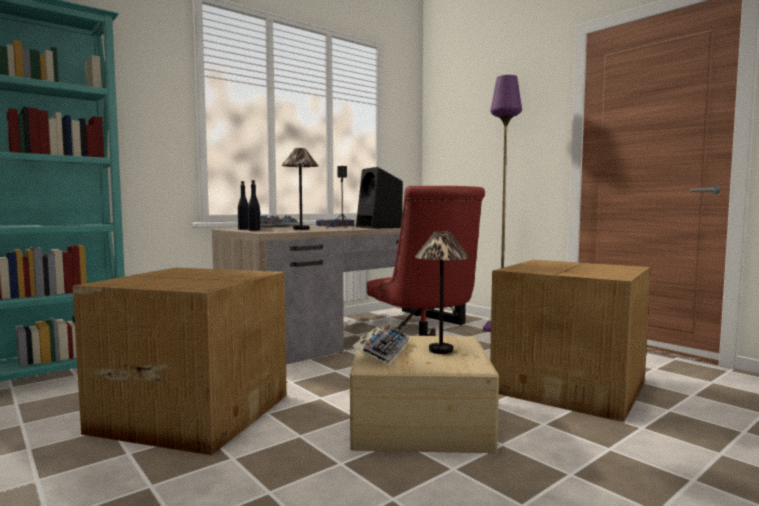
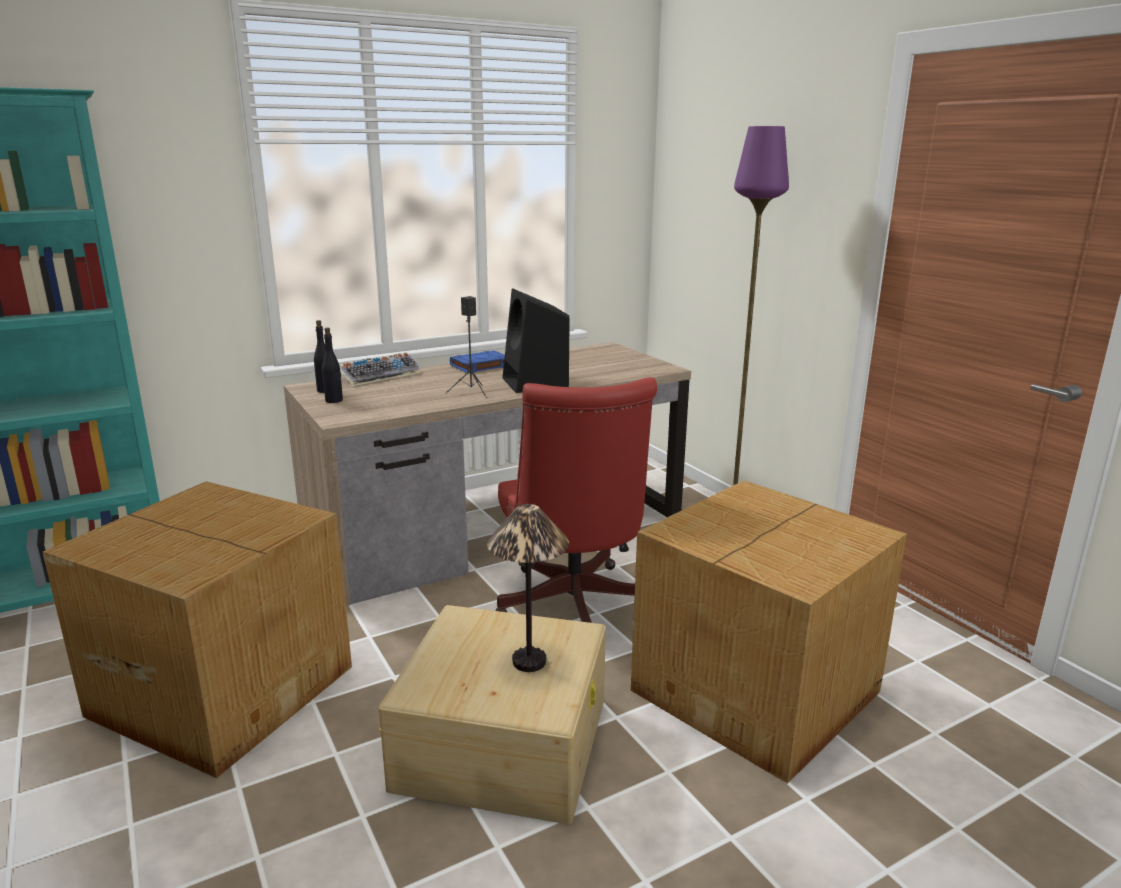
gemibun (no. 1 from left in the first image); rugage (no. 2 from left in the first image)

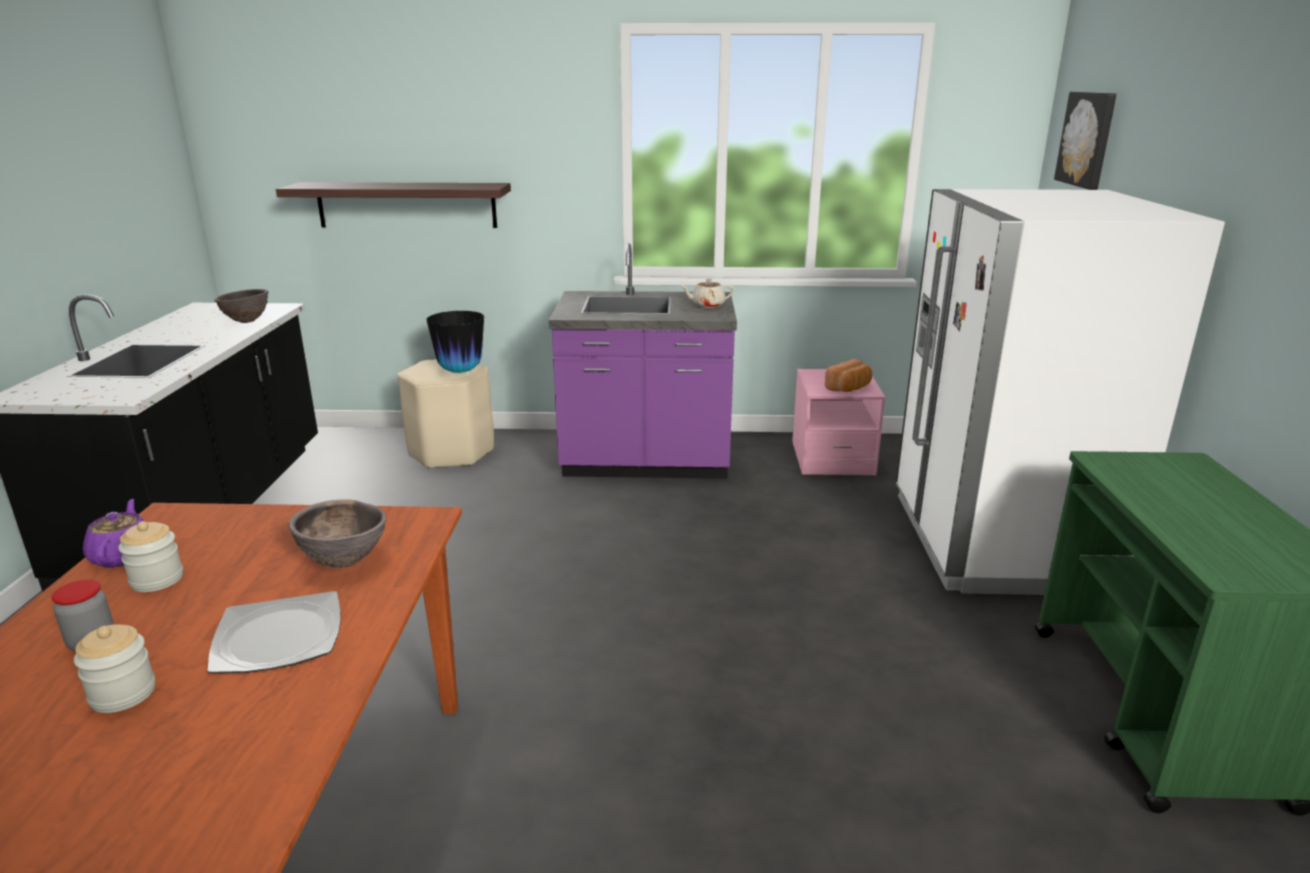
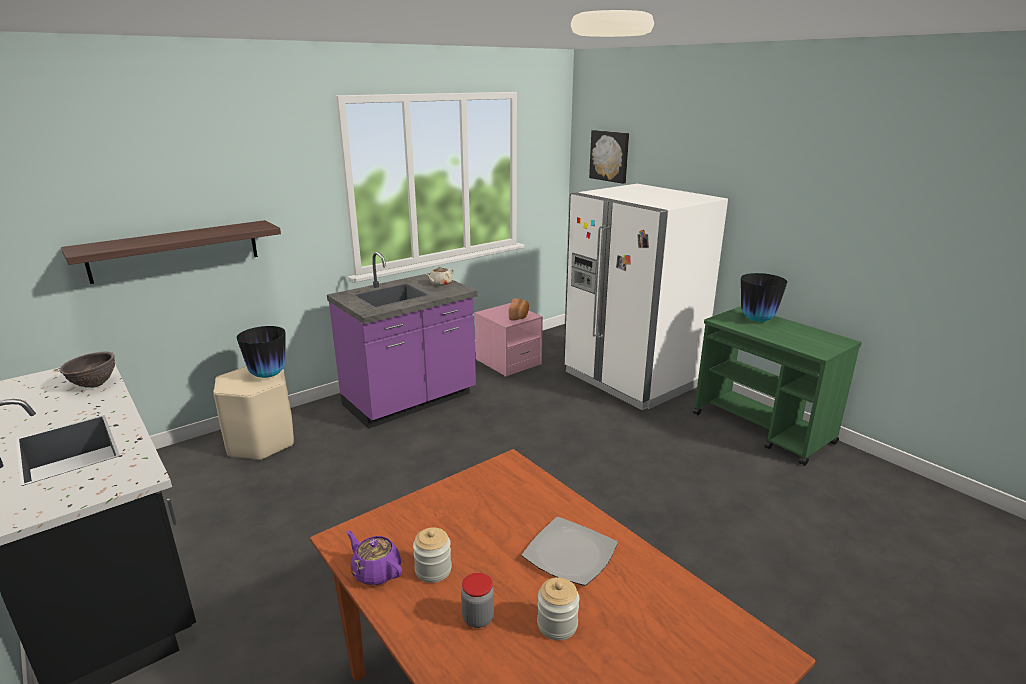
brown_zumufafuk (no. 2 from left in the first image); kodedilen (no. 2 from left)

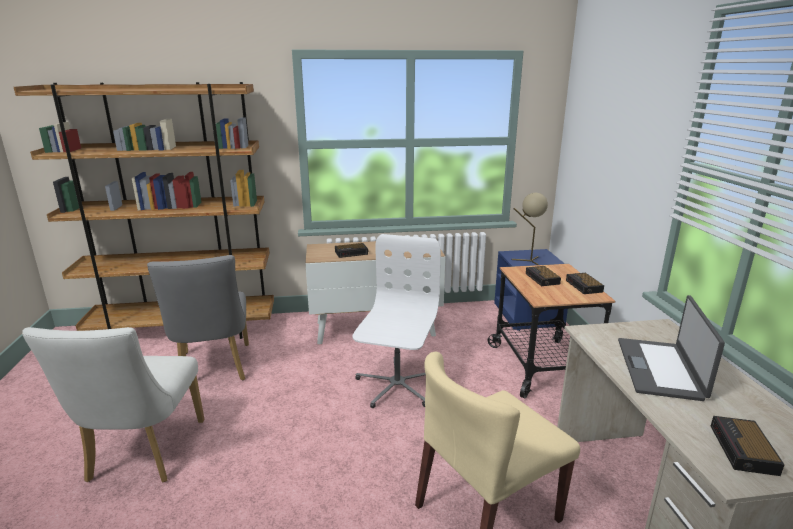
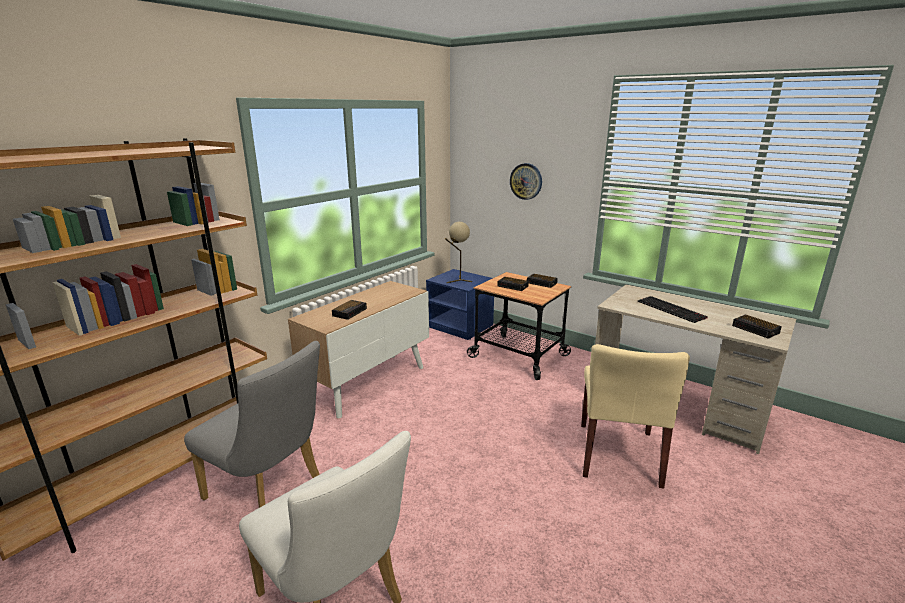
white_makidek; rugage; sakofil

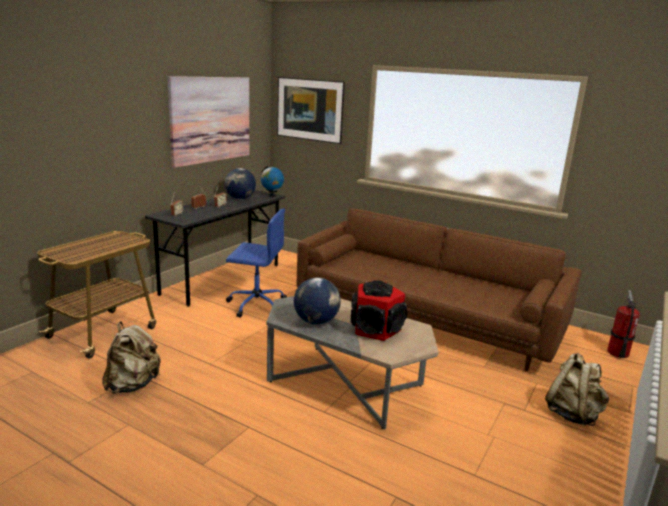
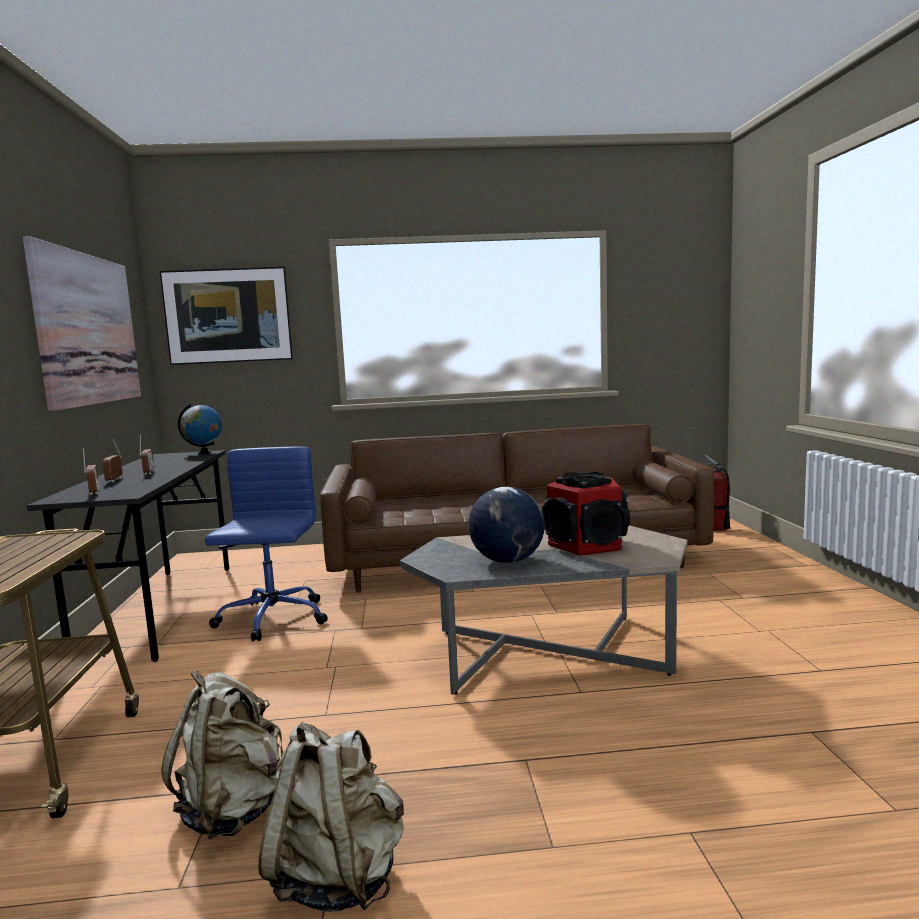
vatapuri (no. 1 from left in the first image); blue_makidek; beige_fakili (no. 2 from left)

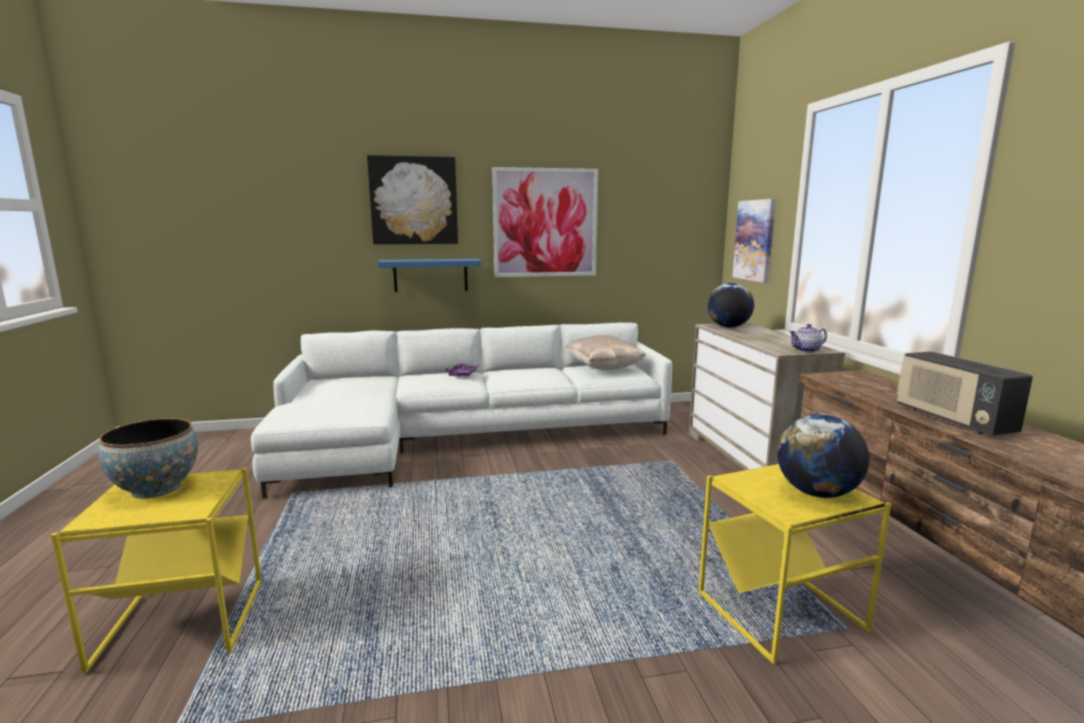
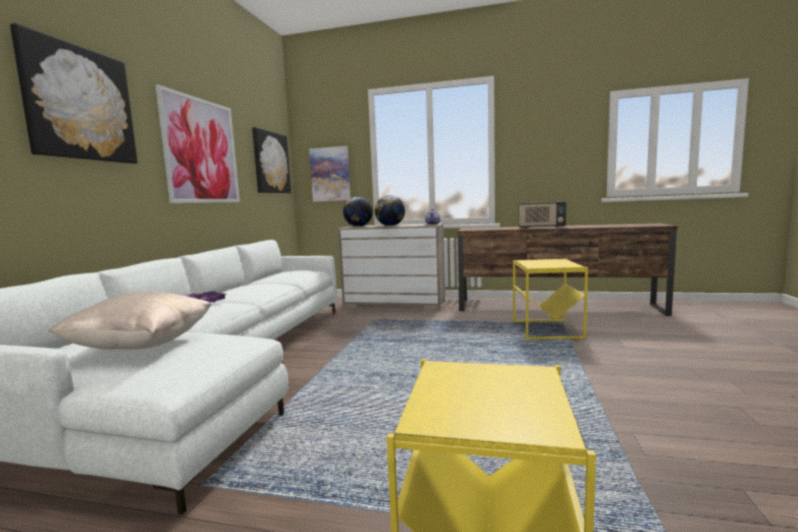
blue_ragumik; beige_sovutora; vatapuri (no. 2 from left); zumufafuk; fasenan (no. 3 from left)

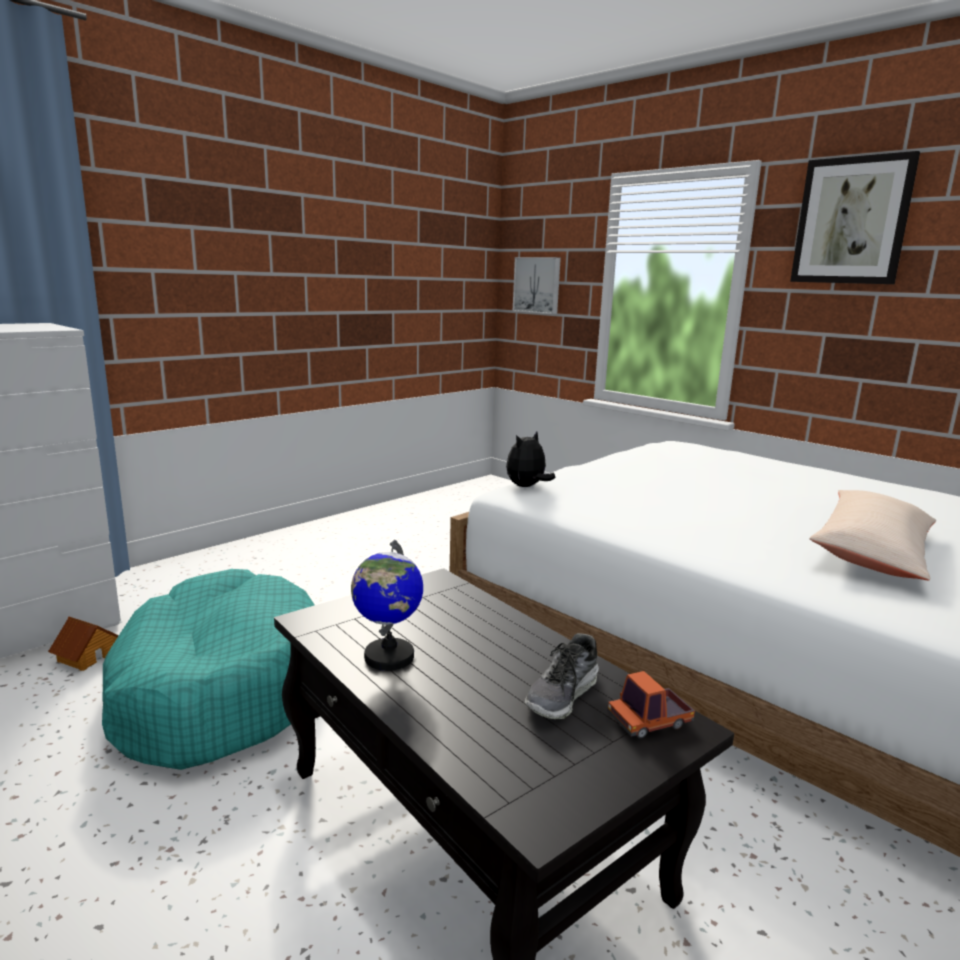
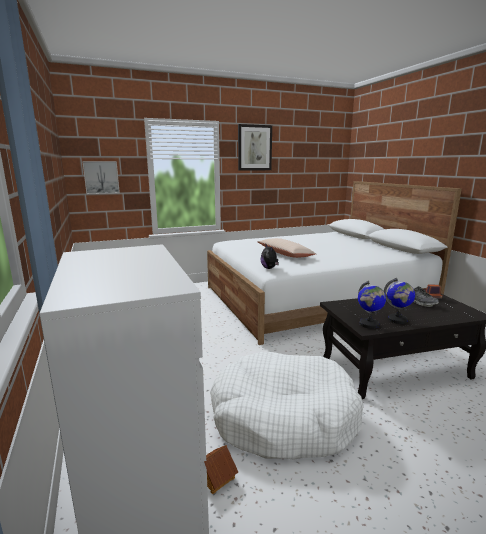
beige_sovutora; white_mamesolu; vatapuri (no. 1 from left)

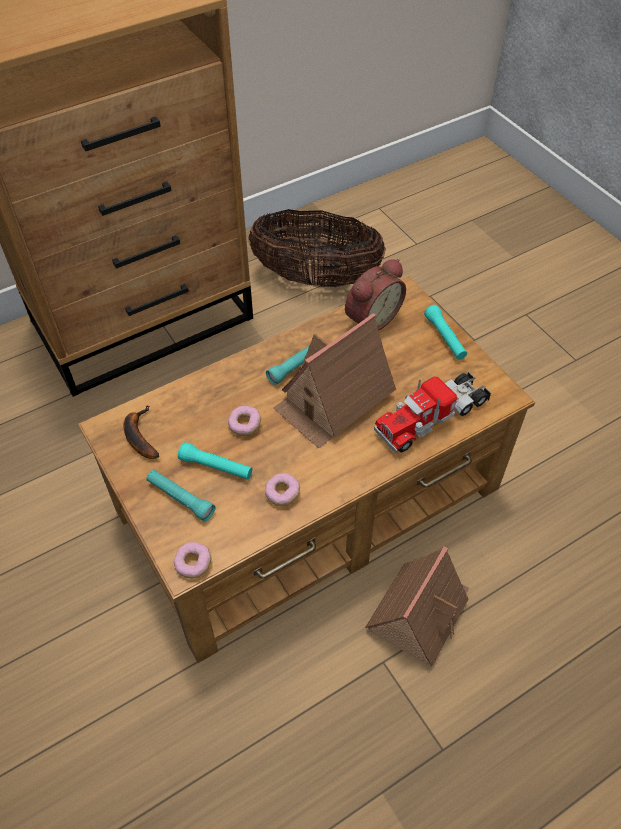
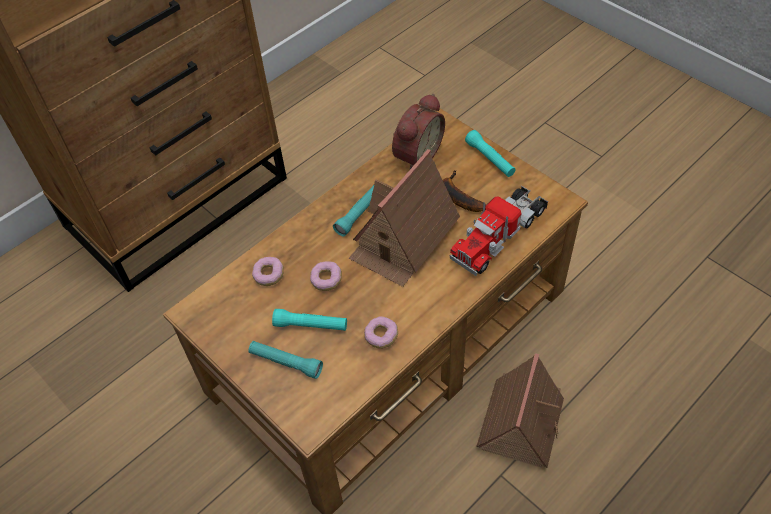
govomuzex; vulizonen; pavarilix (no. 1 from left)

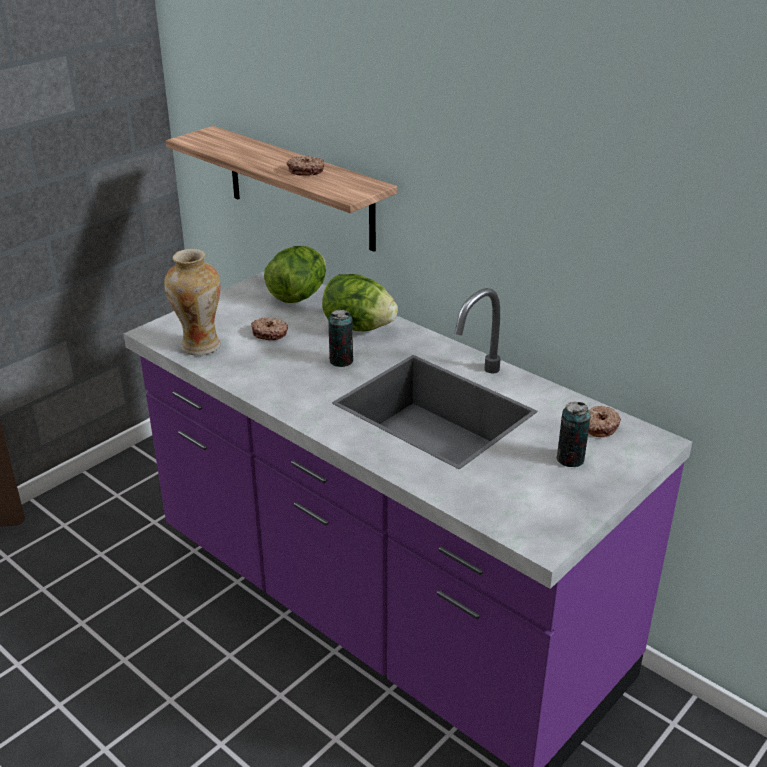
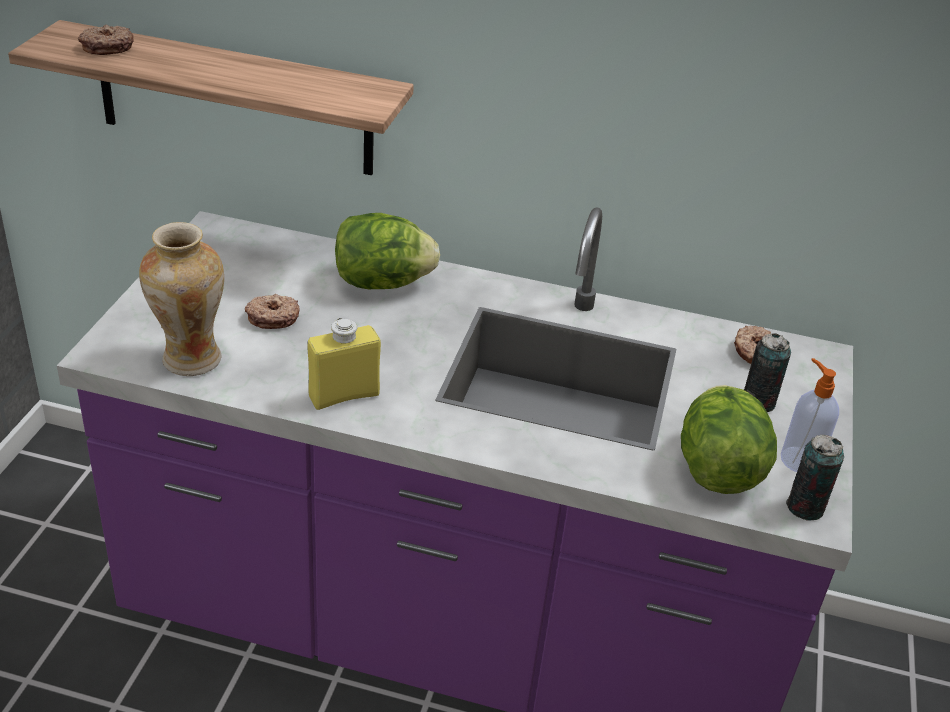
pavarilix (no. 1 from left); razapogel (no. 2 from left); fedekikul (no. 2 from left); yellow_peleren; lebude

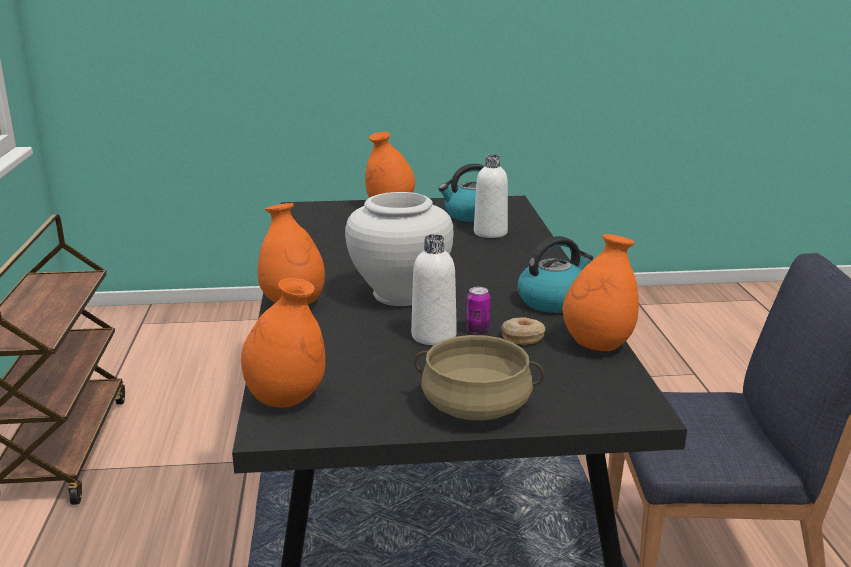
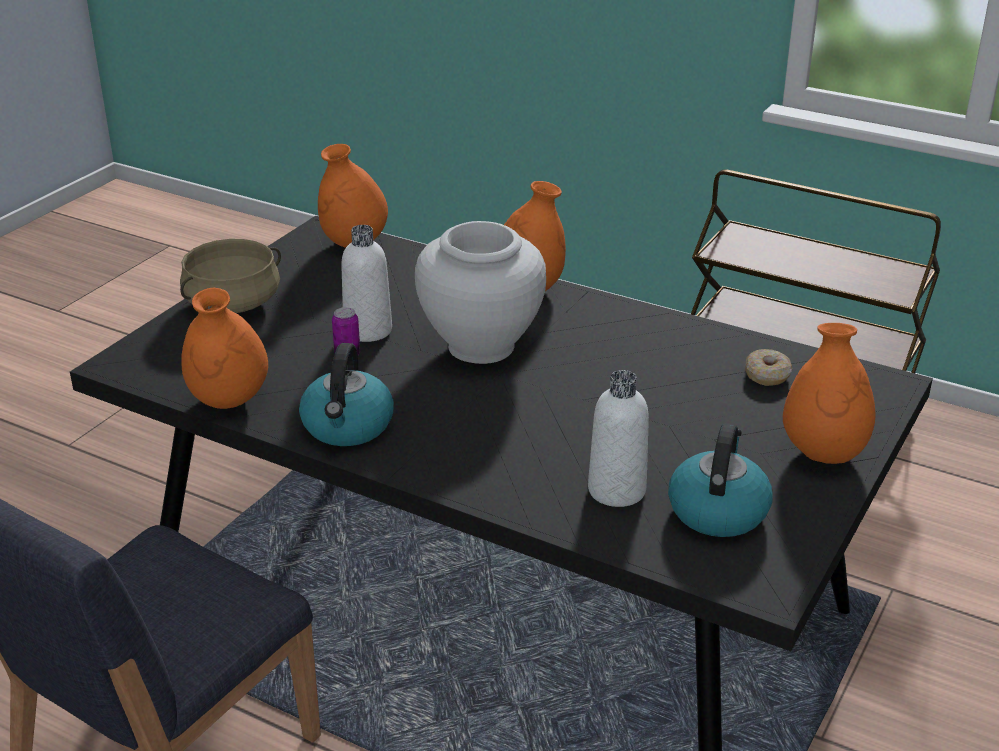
pavarilix

